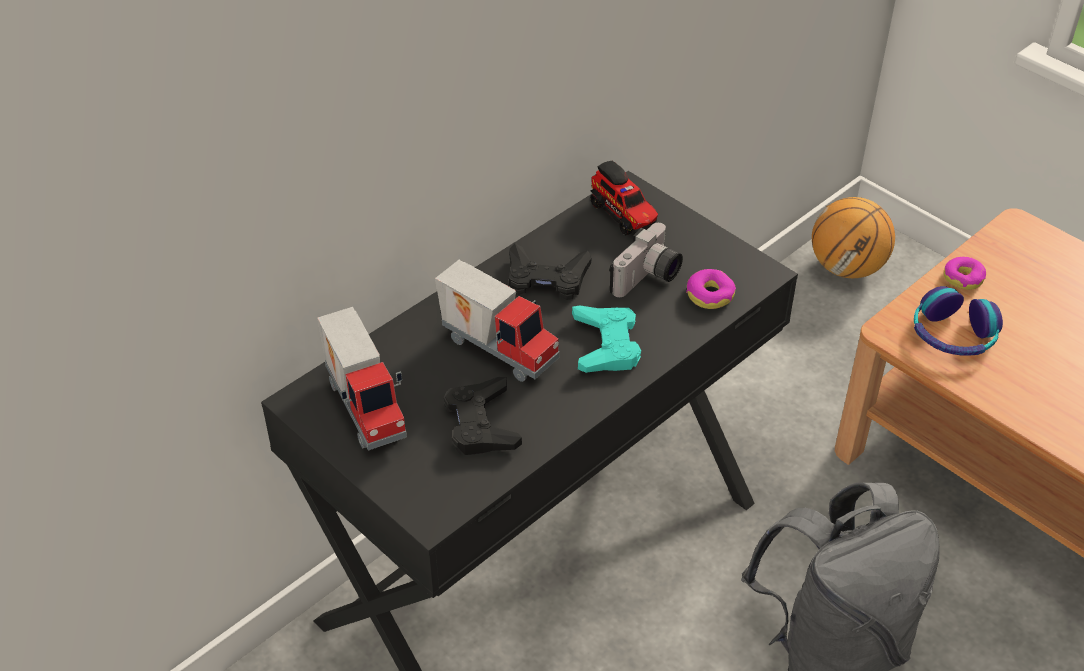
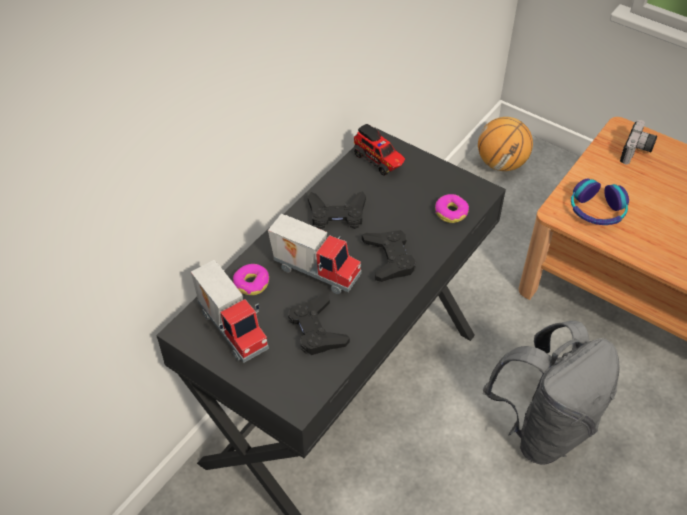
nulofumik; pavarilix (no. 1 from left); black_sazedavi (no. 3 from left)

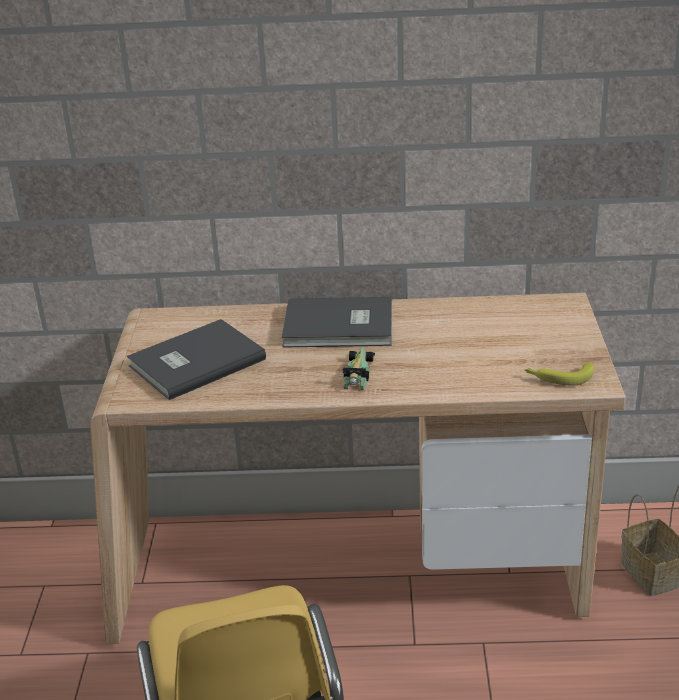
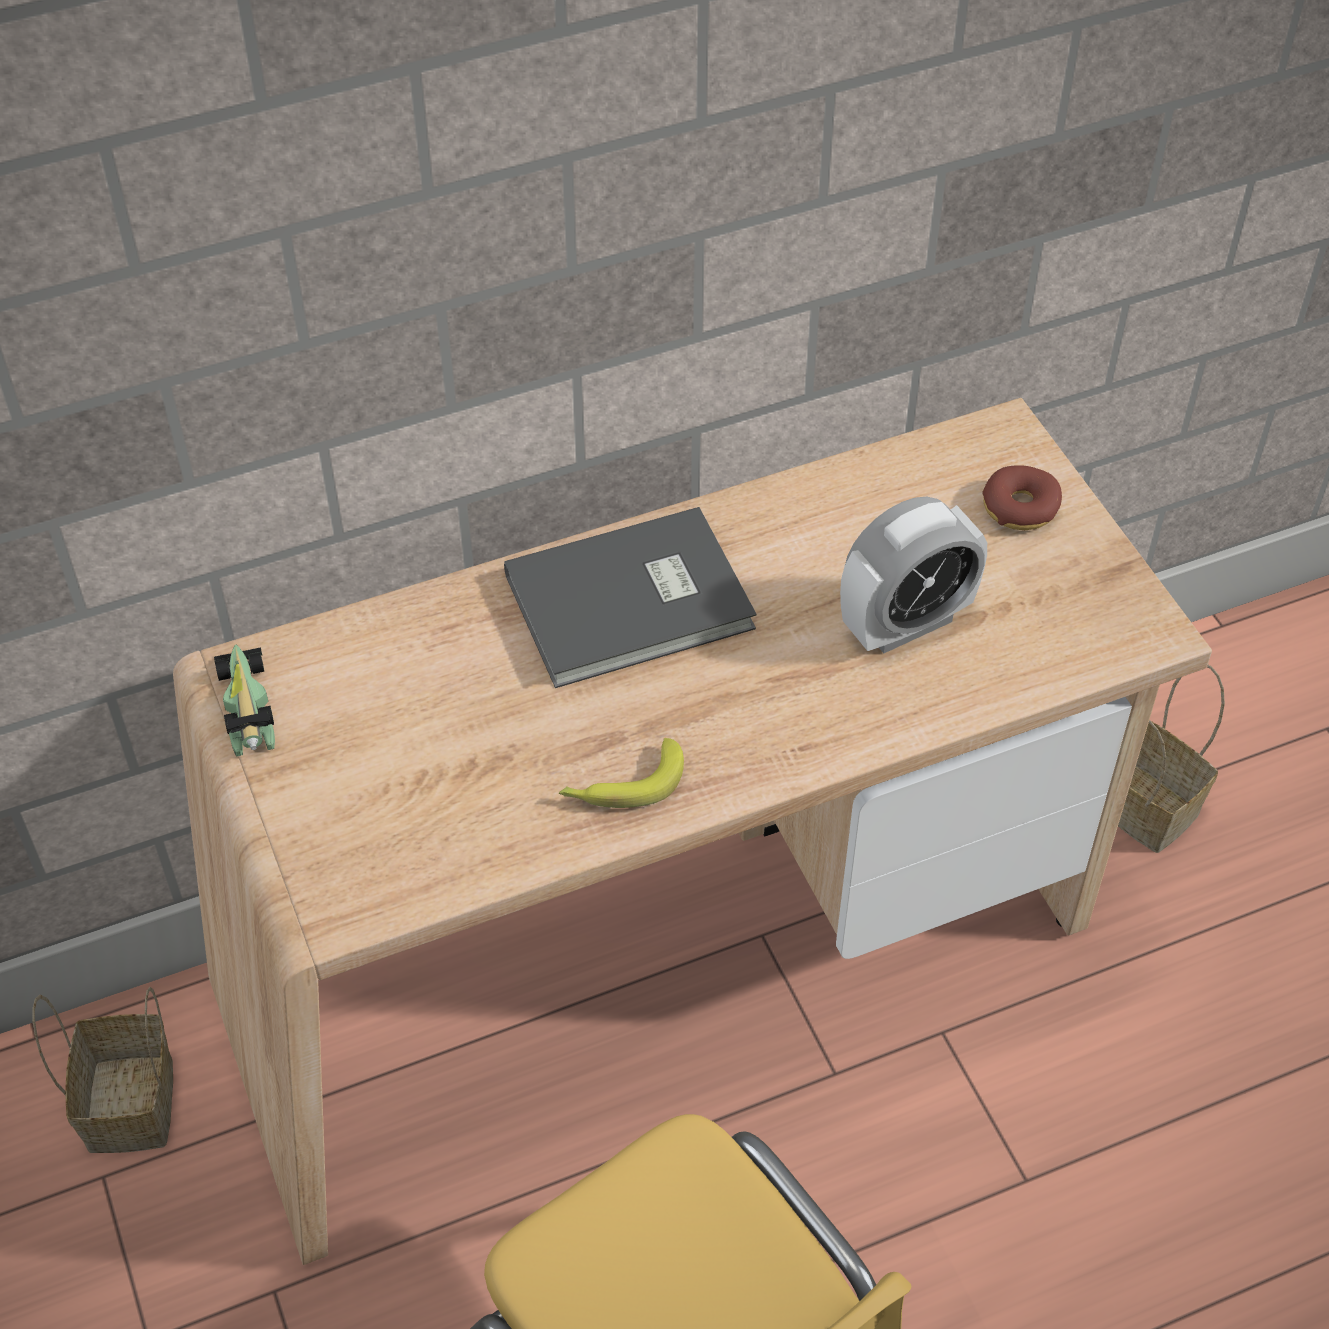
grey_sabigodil (no. 1 from left in the first image); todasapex; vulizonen; pavarilix; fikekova; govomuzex (no. 1 from left)

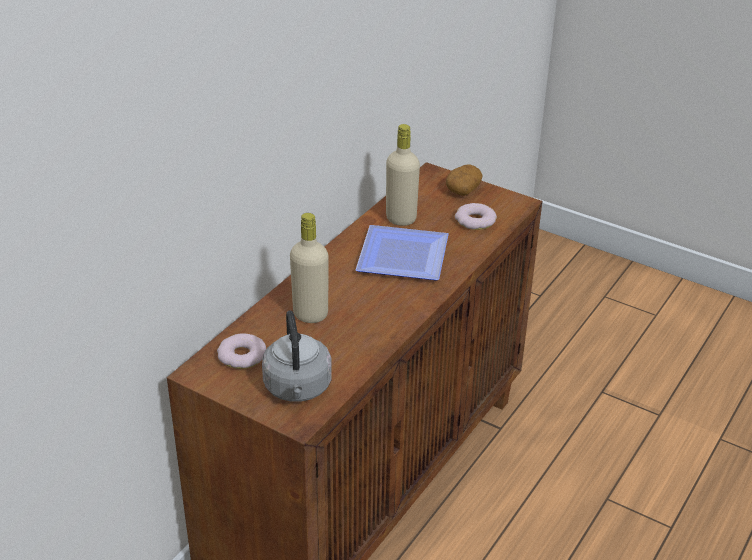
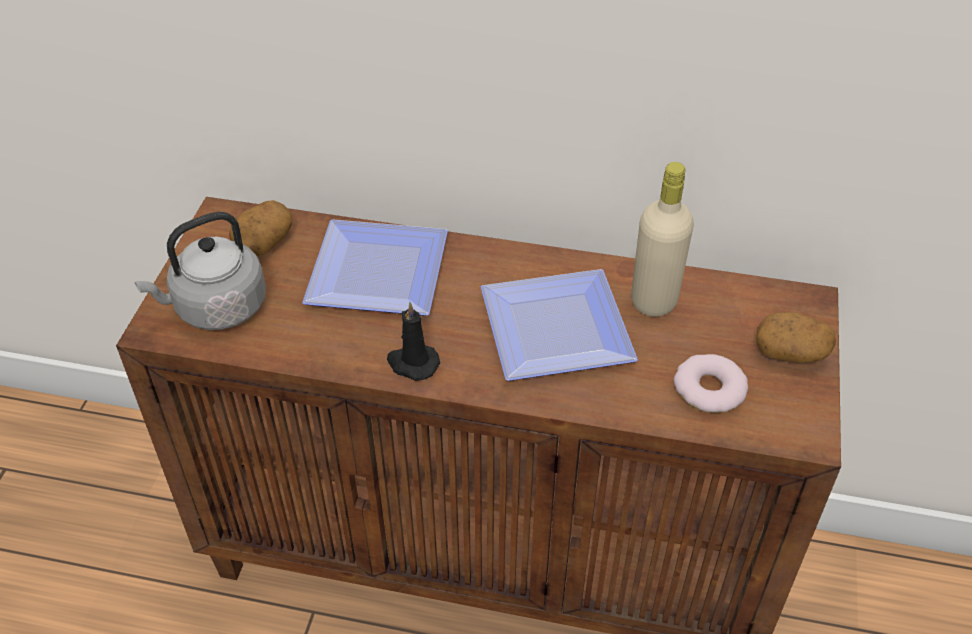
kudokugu (no. 1 from left); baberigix (no. 1 from left); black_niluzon

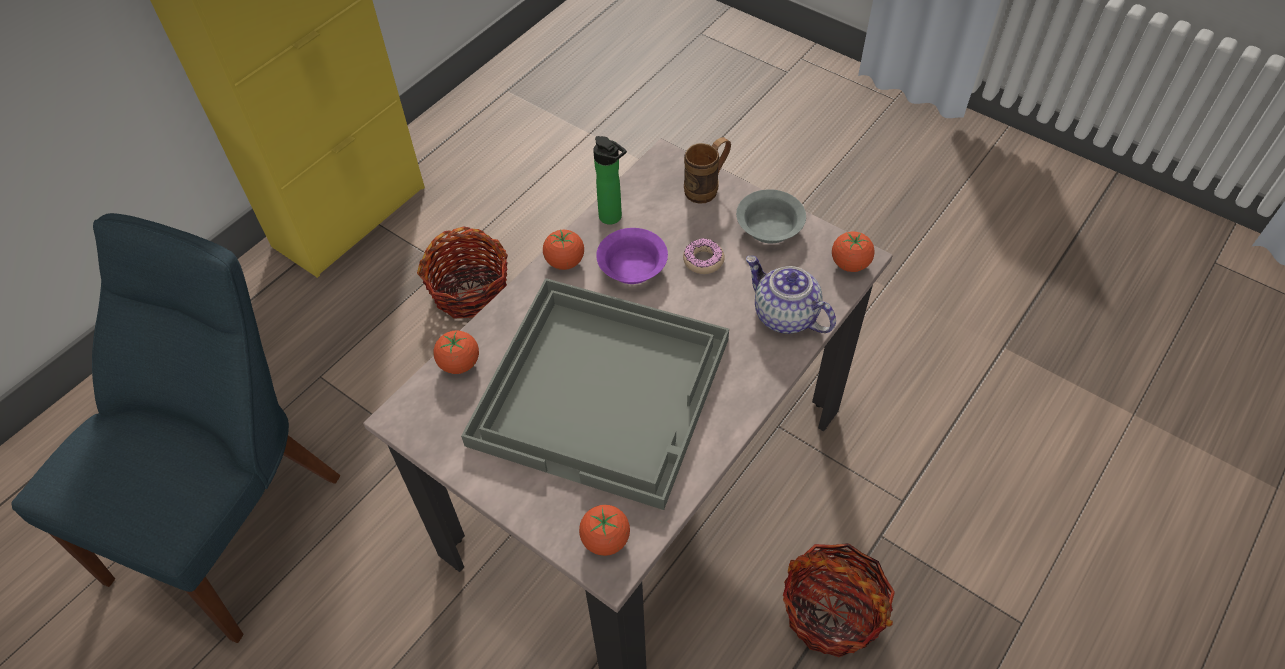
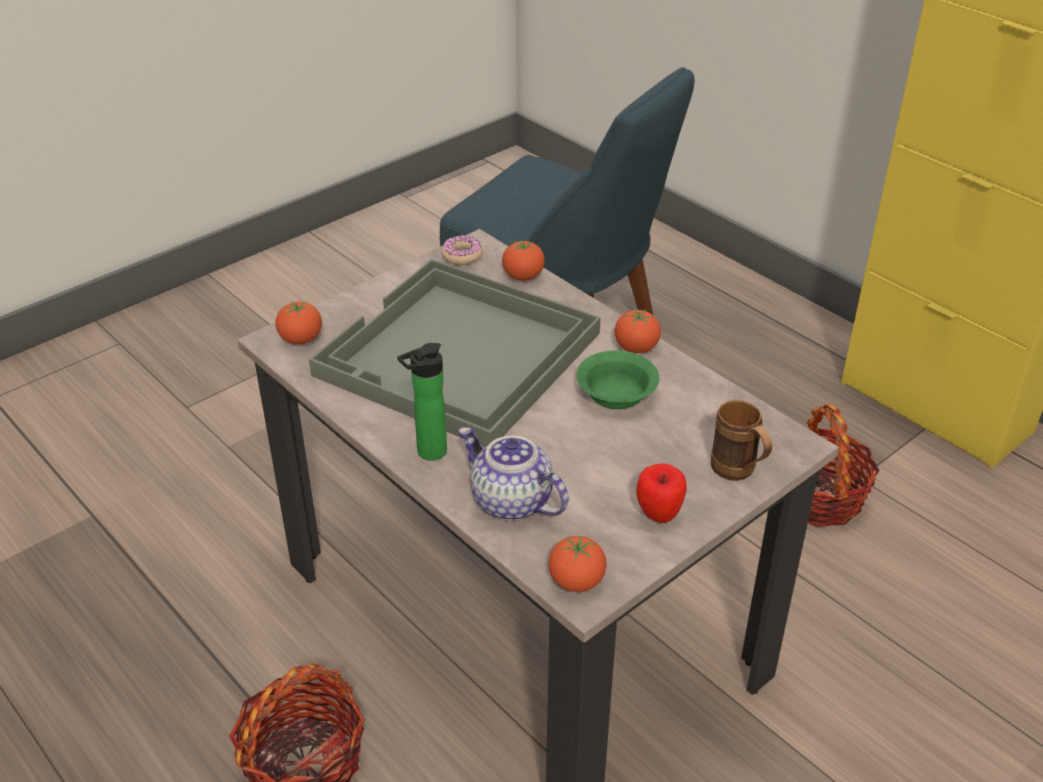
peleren; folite; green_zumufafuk; pavarilix; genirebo

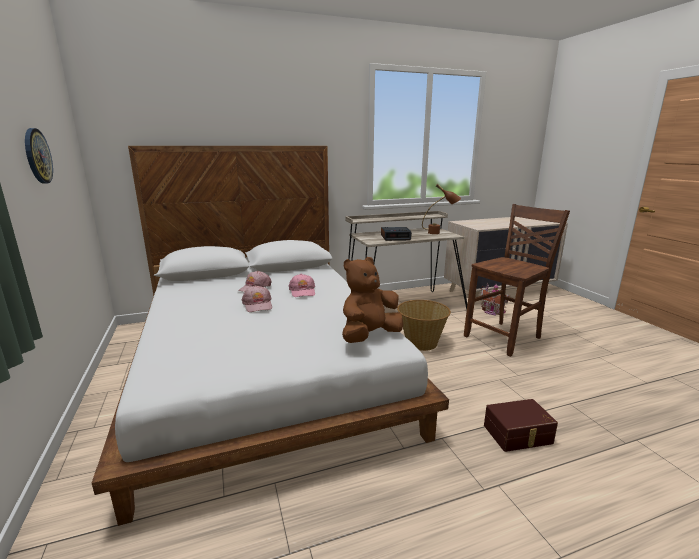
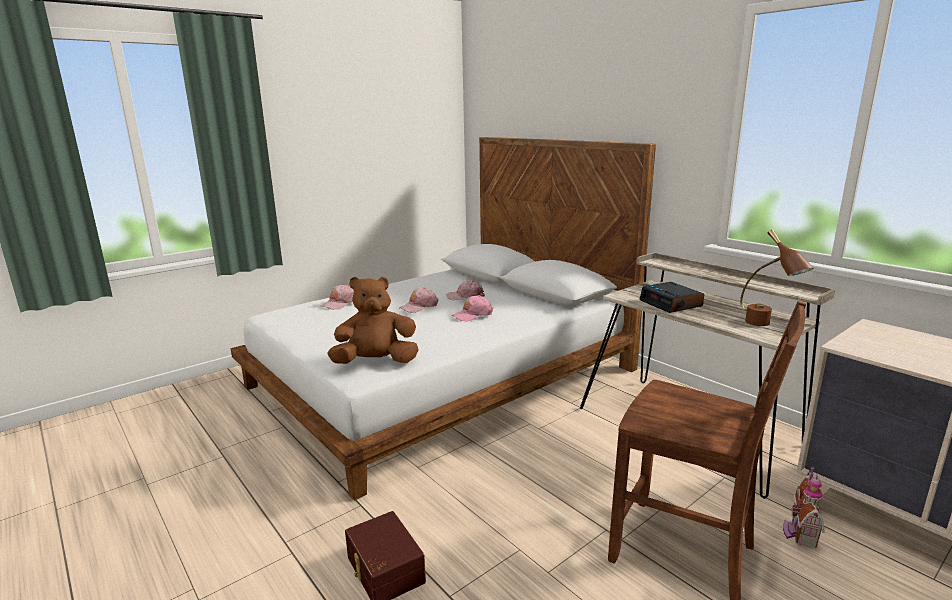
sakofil; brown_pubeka; govomuzex; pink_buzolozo (no. 1 from left)

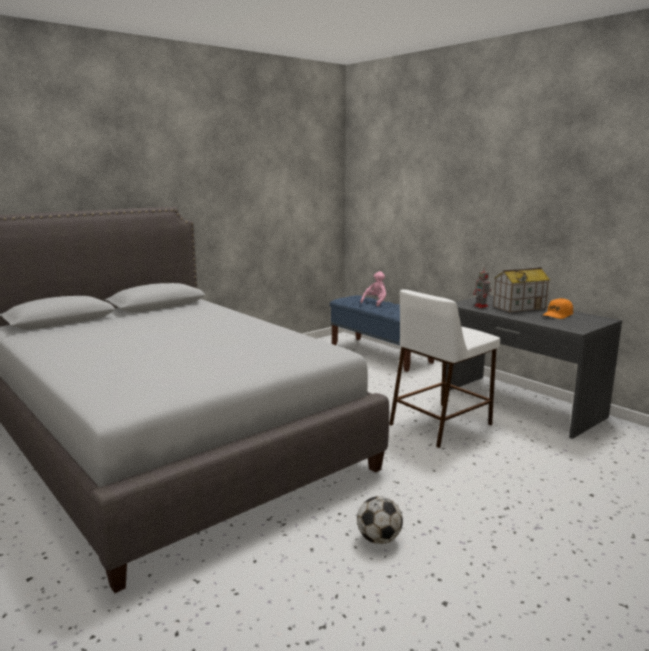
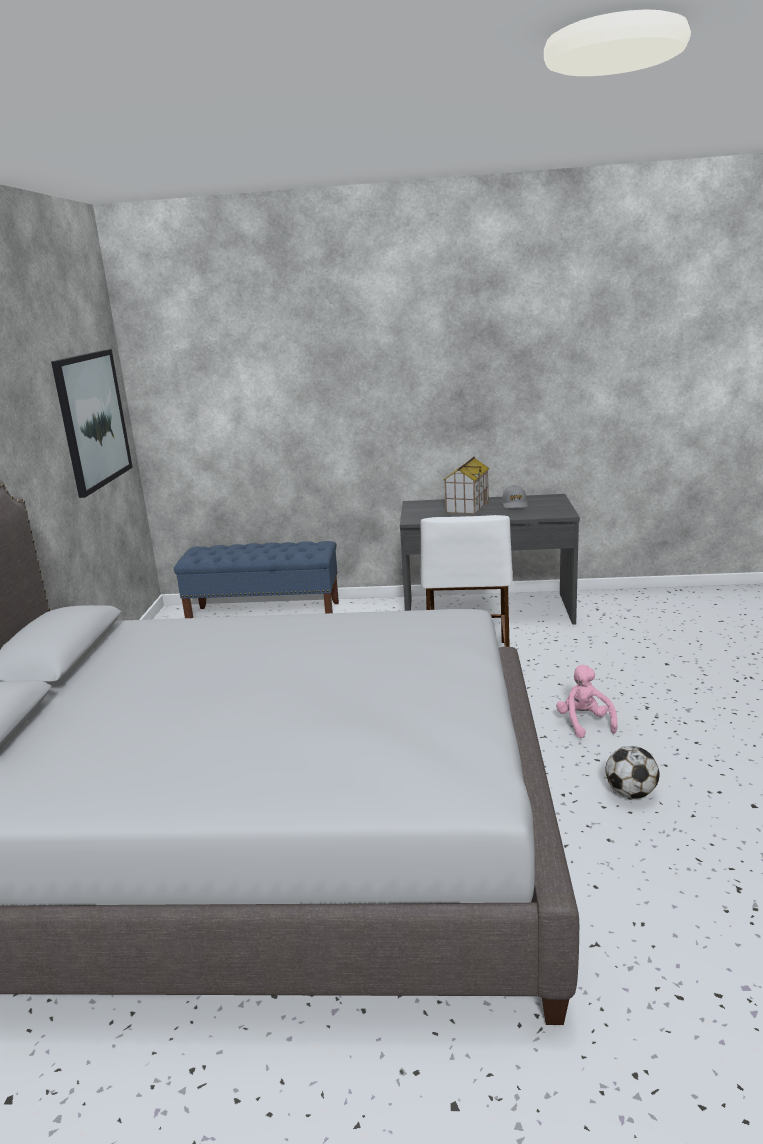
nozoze; pink_pubeka; grey_buzolozo; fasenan

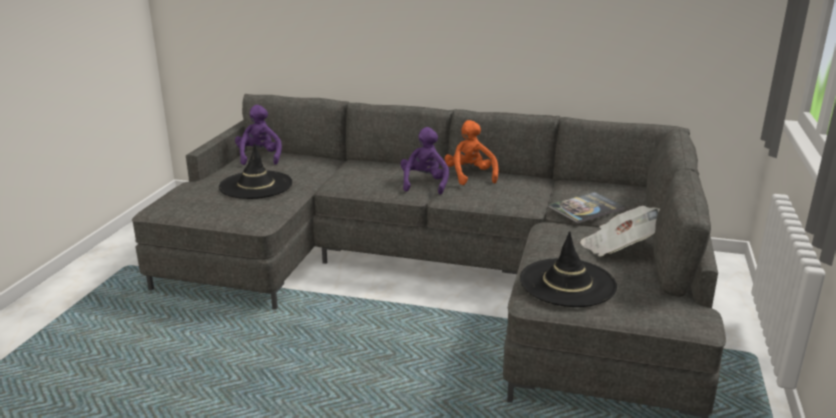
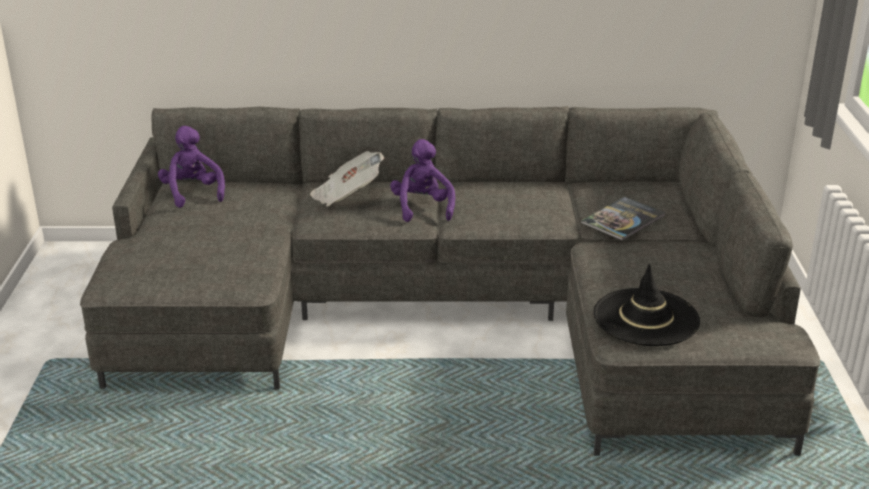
orange_pubeka; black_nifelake (no. 1 from left in the first image); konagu

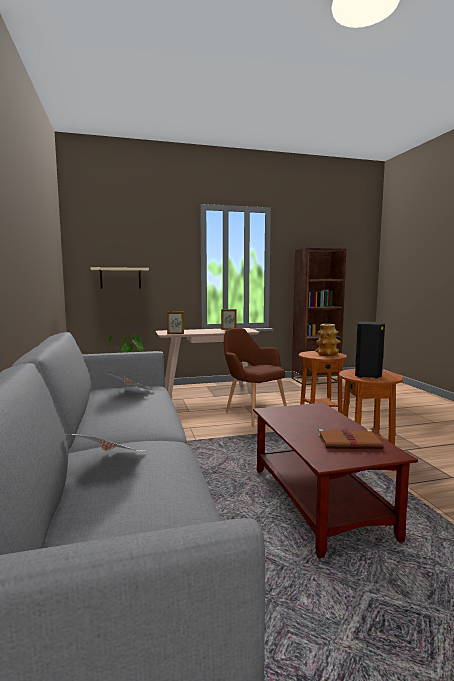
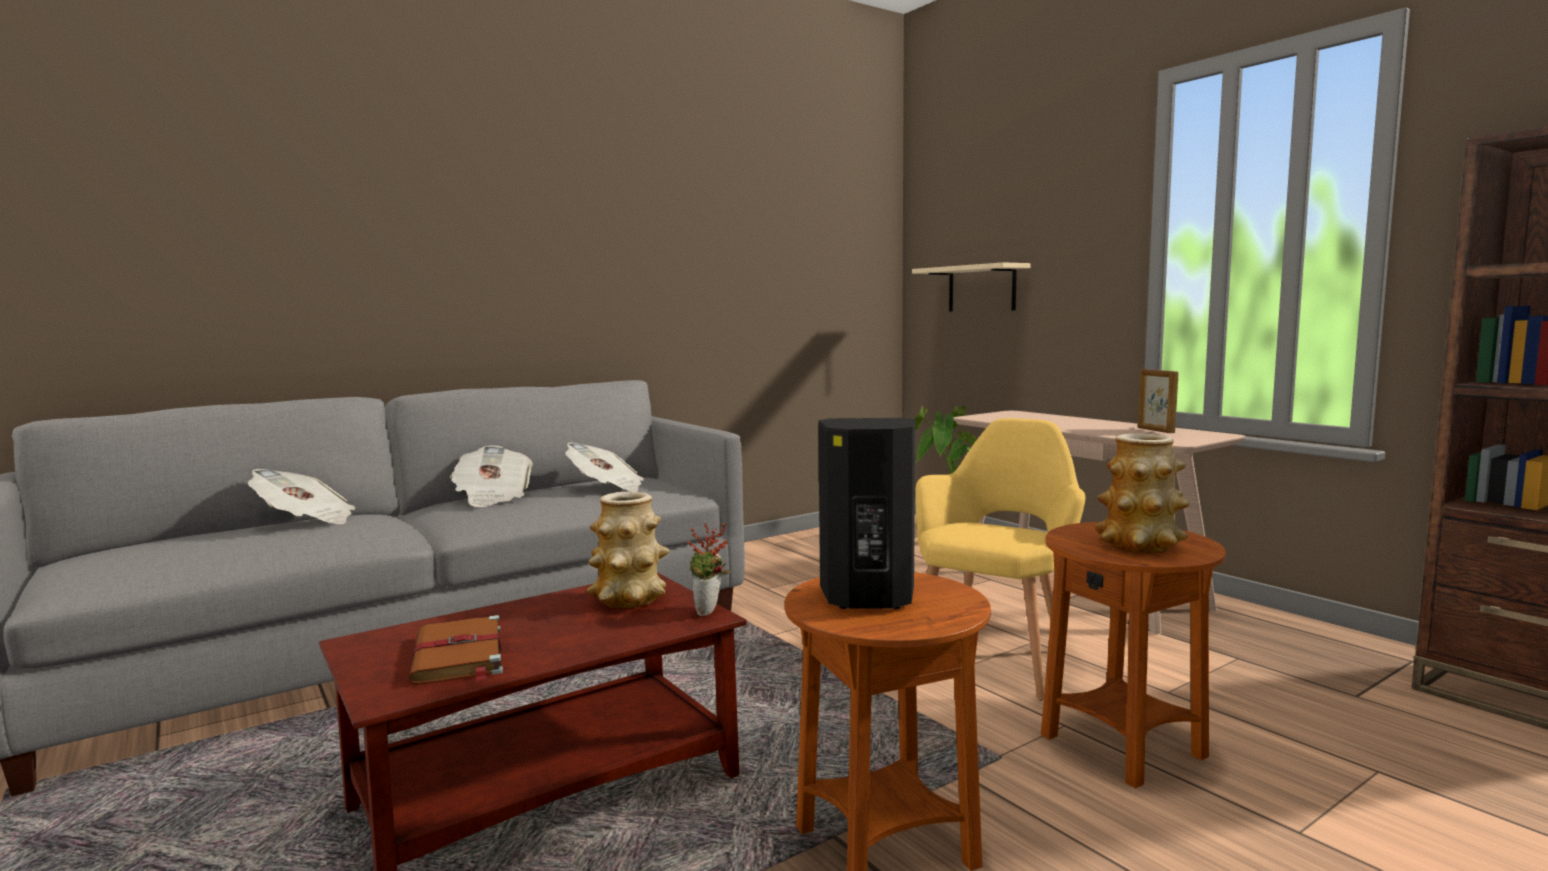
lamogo (no. 1 from left in the first image); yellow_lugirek; konagu (no. 2 from left); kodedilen (no. 1 from left); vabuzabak (no. 1 from left)

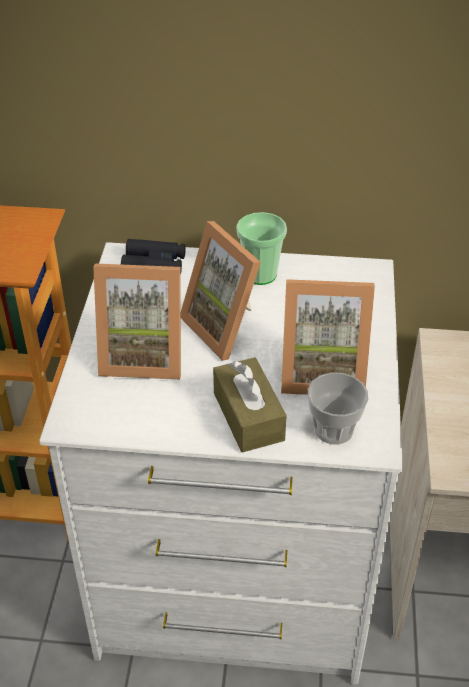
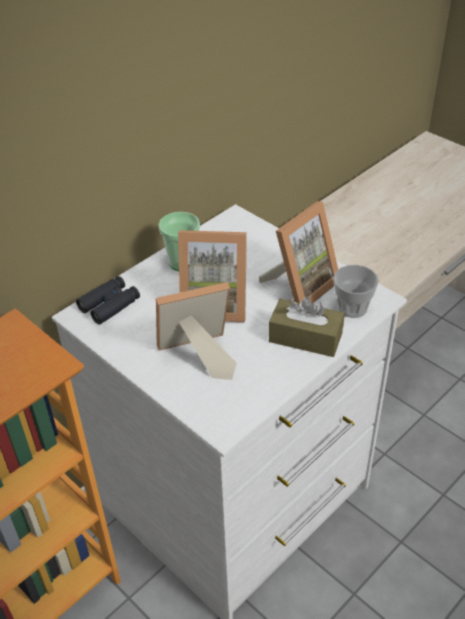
lamogo (no. 1 from left)

